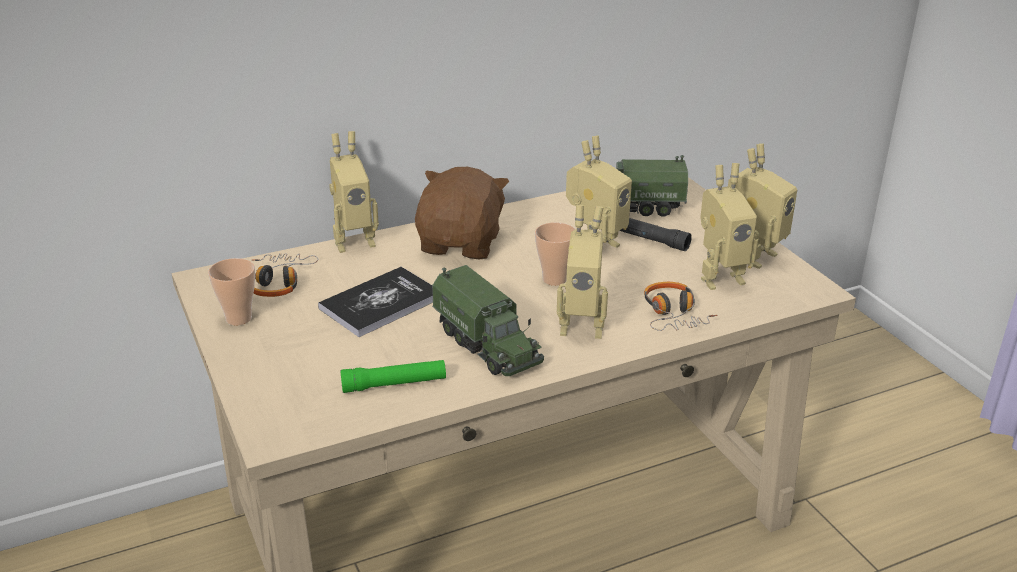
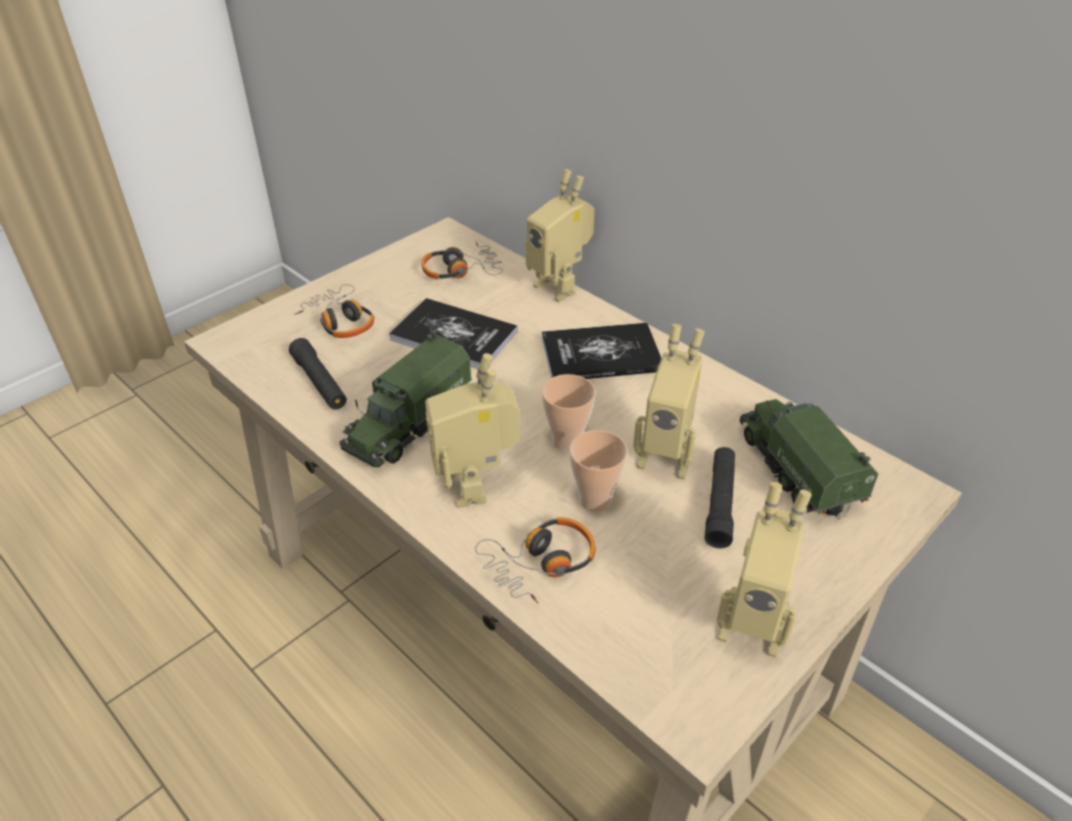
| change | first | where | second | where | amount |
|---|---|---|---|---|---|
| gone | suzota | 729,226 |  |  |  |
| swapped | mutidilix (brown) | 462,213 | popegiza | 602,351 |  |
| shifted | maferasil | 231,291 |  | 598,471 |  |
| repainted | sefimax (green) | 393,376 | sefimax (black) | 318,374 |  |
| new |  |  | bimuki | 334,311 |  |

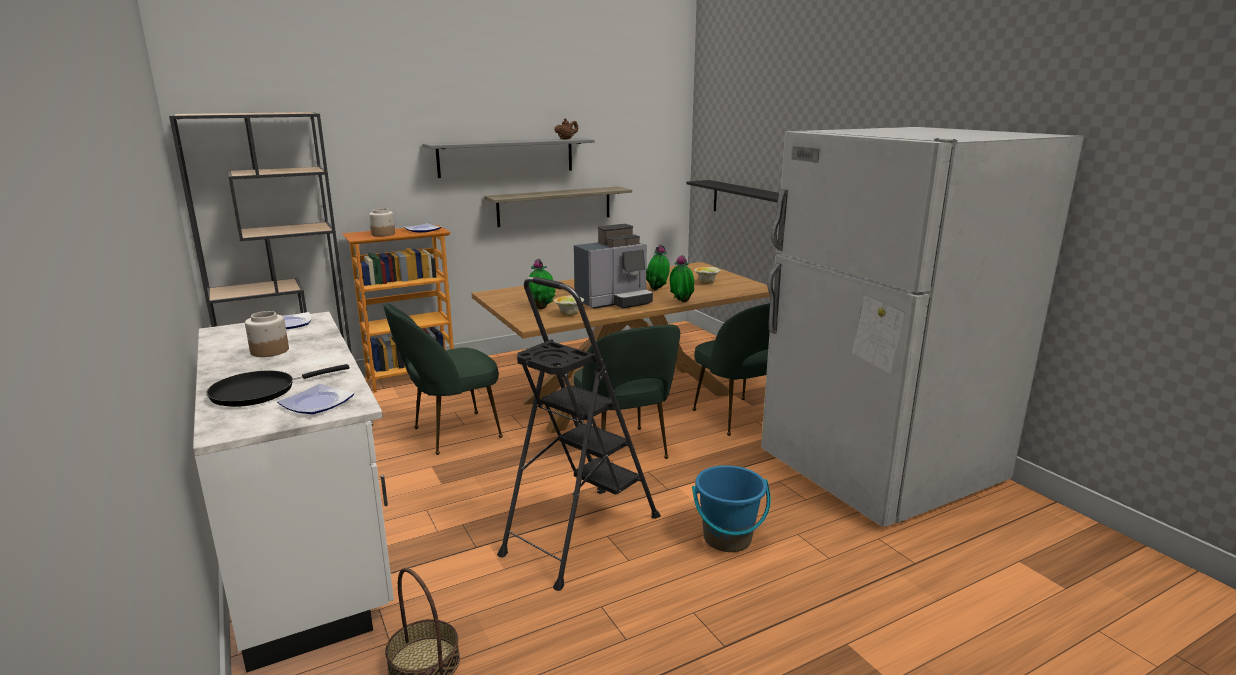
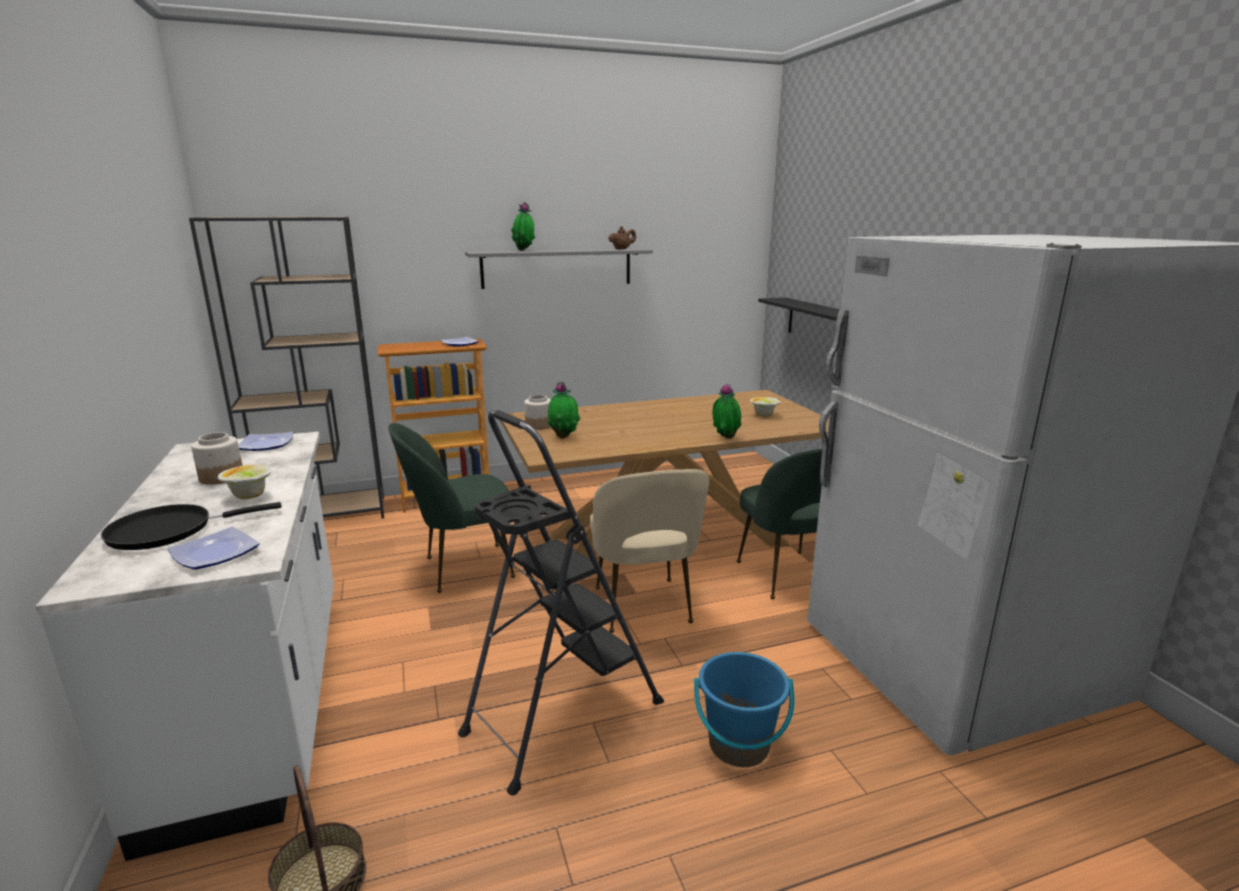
| change | first | where | second | where | amount |
|---|---|---|---|---|---|
| gone | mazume | 558,206 |  |  |  |
| shifted | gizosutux | 382,222 |  | 537,412 |  |
| gone | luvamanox | 613,266 |  |  |  |
| shifted | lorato | 658,267 |  | 523,226 |  |
| shifted | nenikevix | 569,305 |  | 245,481 |  |
| repainted | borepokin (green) | 627,391 | borepokin (beige) | 649,551 |  |

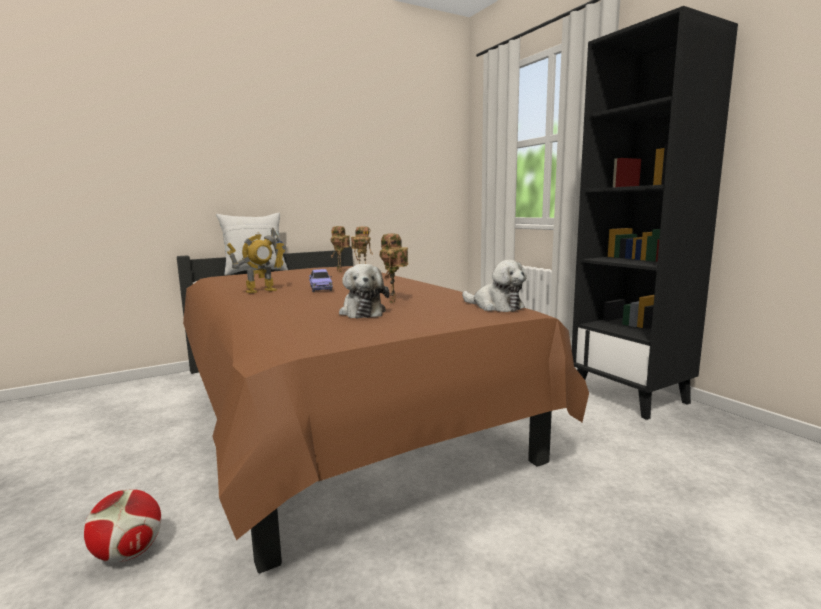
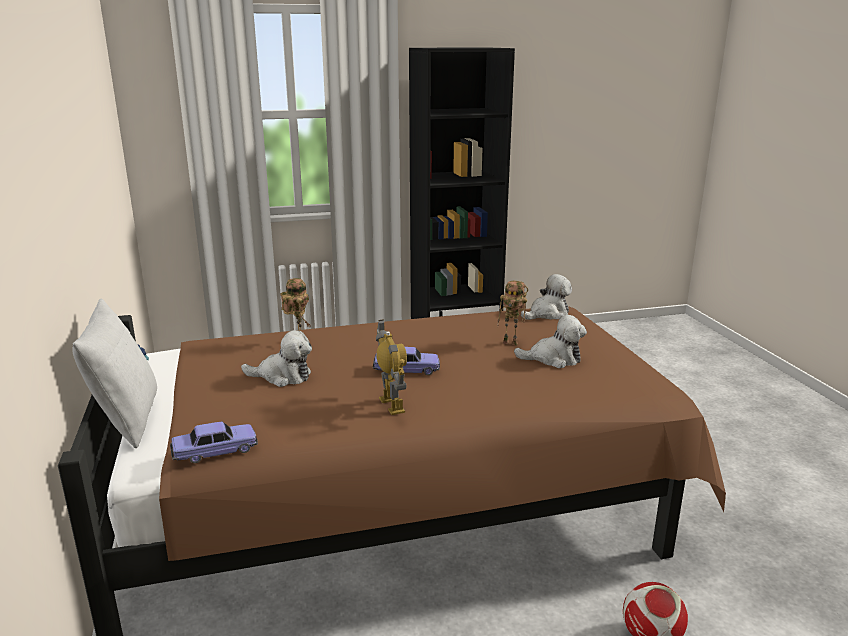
| change | first | where | second | where | amount |
|---|---|---|---|---|---|
| gone | suzota | 340,249 |  |  |  |
| new |  |  | mutidilix | 276,358 |  |
| new |  |  | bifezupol | 214,442 |  |

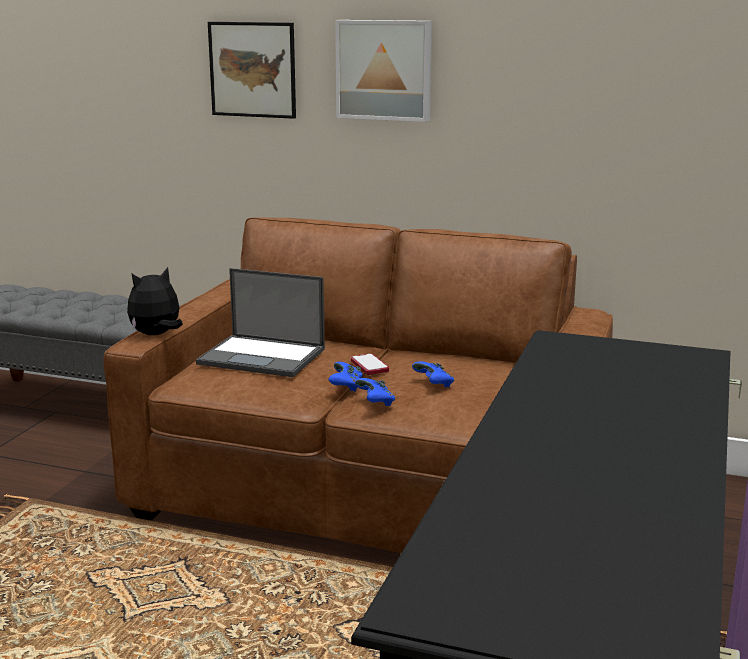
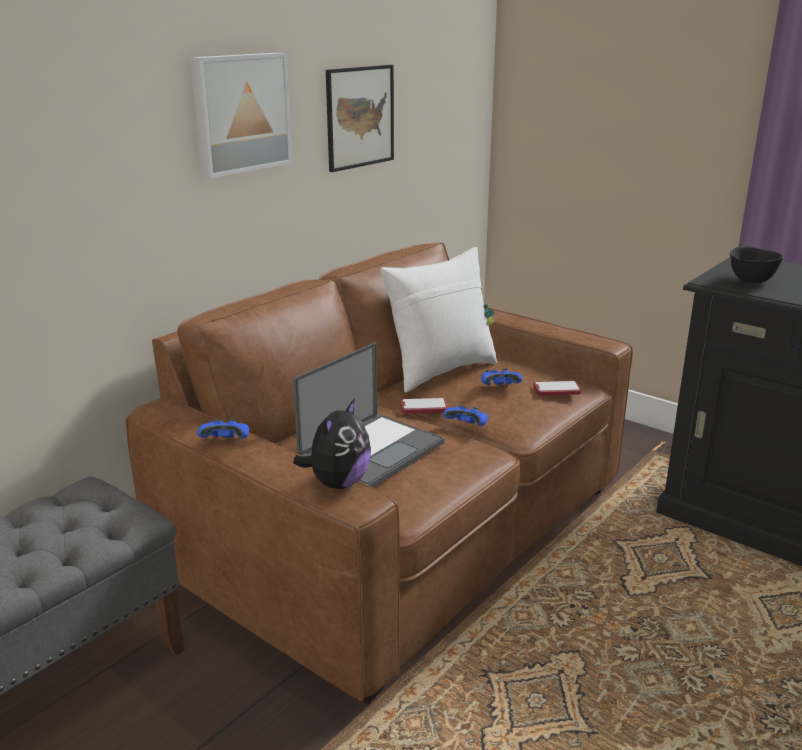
| change | first | where | second | where | amount |
|---|---|---|---|---|---|
| shifted | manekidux | 252,70 |  | 360,118 |  |
| rotated | mutidilix | 155,301 |  | 332,443 | 135 degrees counterclockwise |
| shifted | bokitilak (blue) | 375,392 |  | 223,429 |  |
| new |  |  | nenikevix (black) | 757,264 |  |
| new |  |  | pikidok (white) | 438,319 |  |
| new |  |  | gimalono | 557,388 |  |

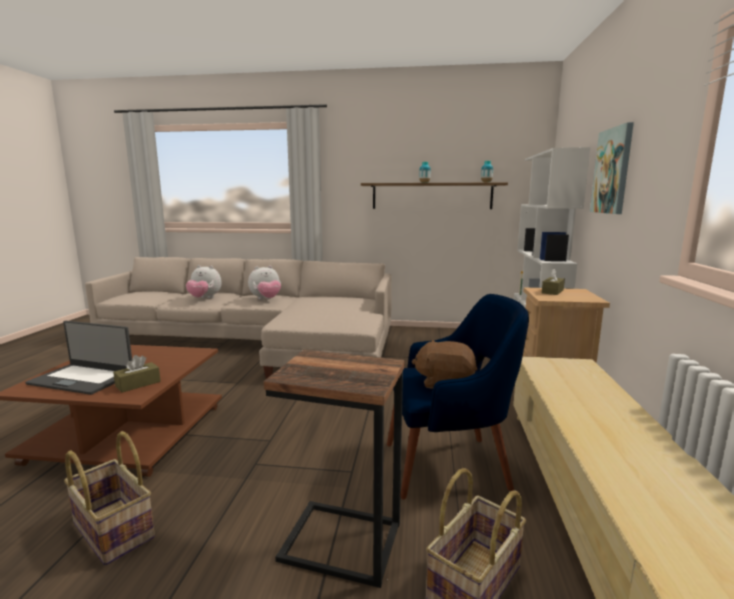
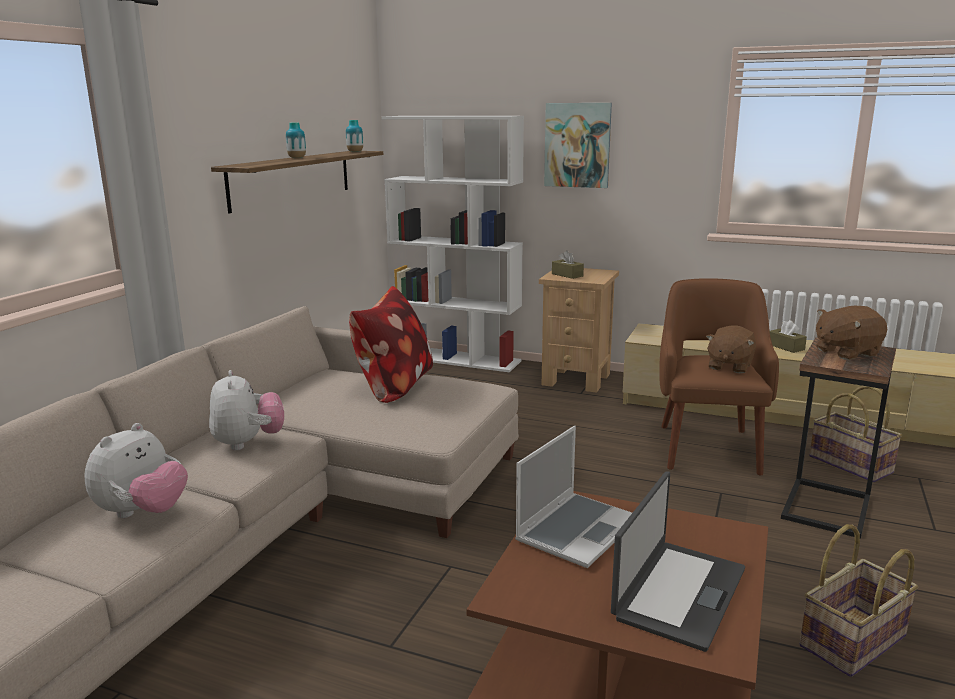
| change | first | where | second | where | amount |
|---|---|---|---|---|---|
| repainted | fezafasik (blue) | 458,396 | fezafasik (brown) | 719,376 |  |
| shifted | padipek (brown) | 137,374 |  | 788,336 |  |
| new |  |  | pikidok | 391,344 |  |
| new |  |  | mutidilix (brown) | 851,333 |  |
| new |  |  | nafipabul | 573,497 |  |

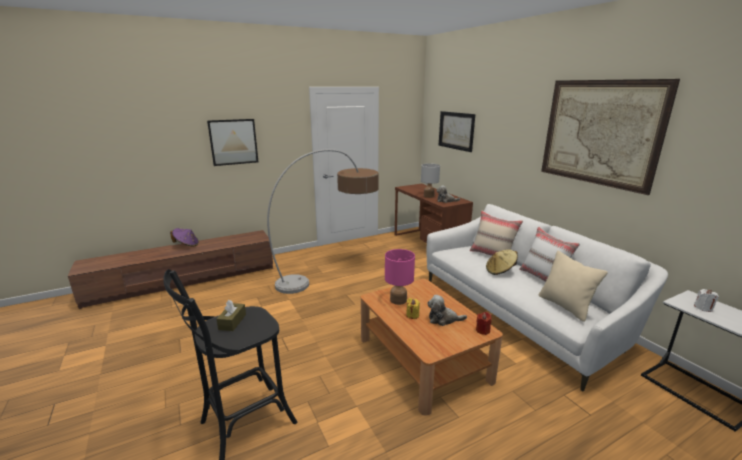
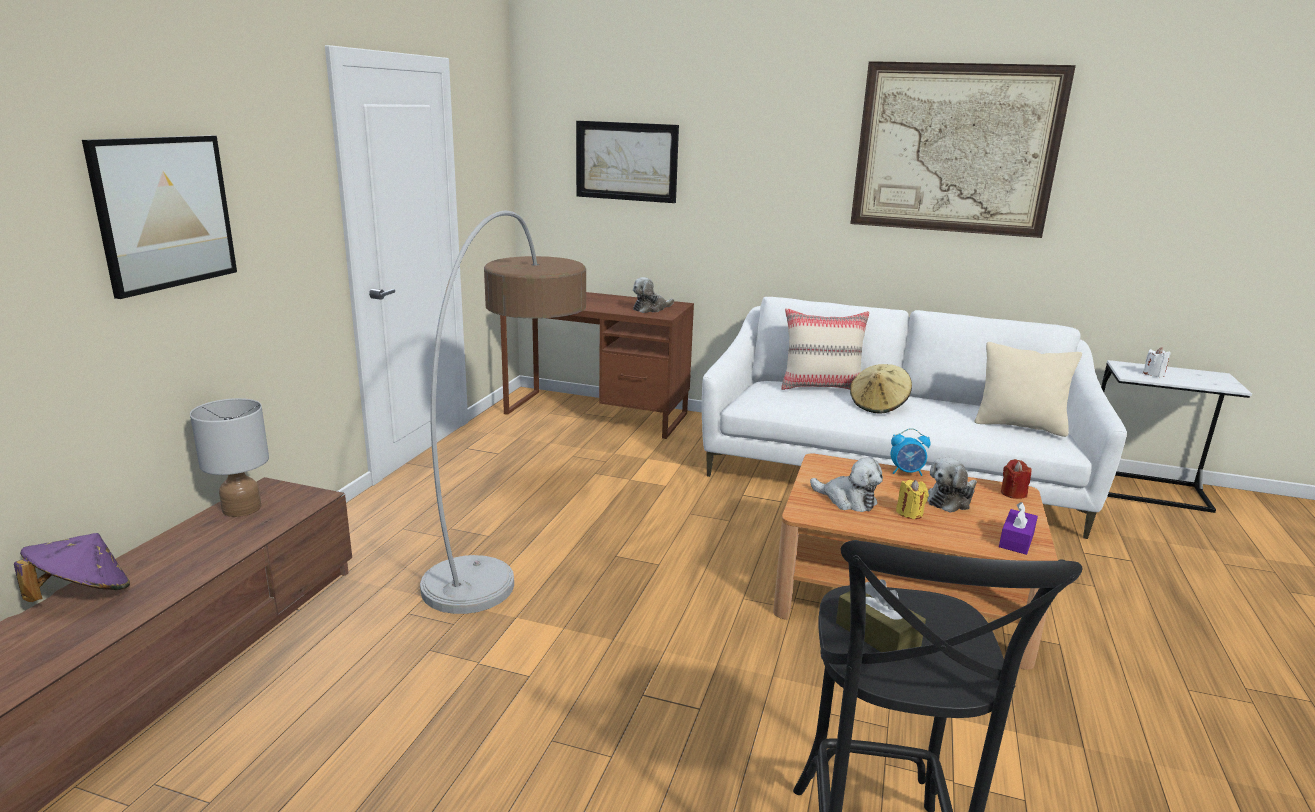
| change | first | where | second | where | amount |
|---|---|---|---|---|---|
| shifted | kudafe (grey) | 430,180 |  | 229,457 |  |
| gone | pikidok (white) | 549,254 |  |  |  |
| swapped | kudafe (pink) | 400,277 | mutidilix | 846,484 |  |
| new |  |  | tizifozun | 911,452 |  |
| new |  |  | padipek (purple) | 1018,528 |  |

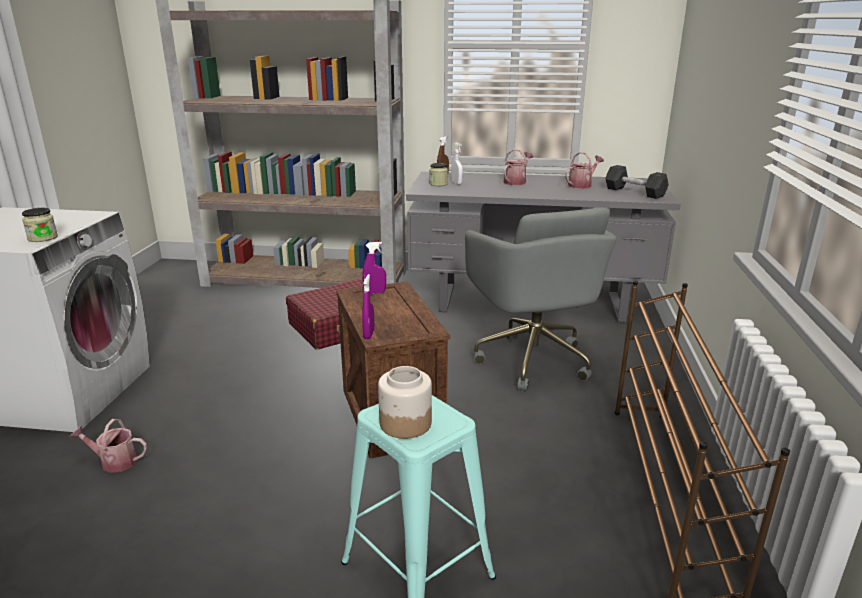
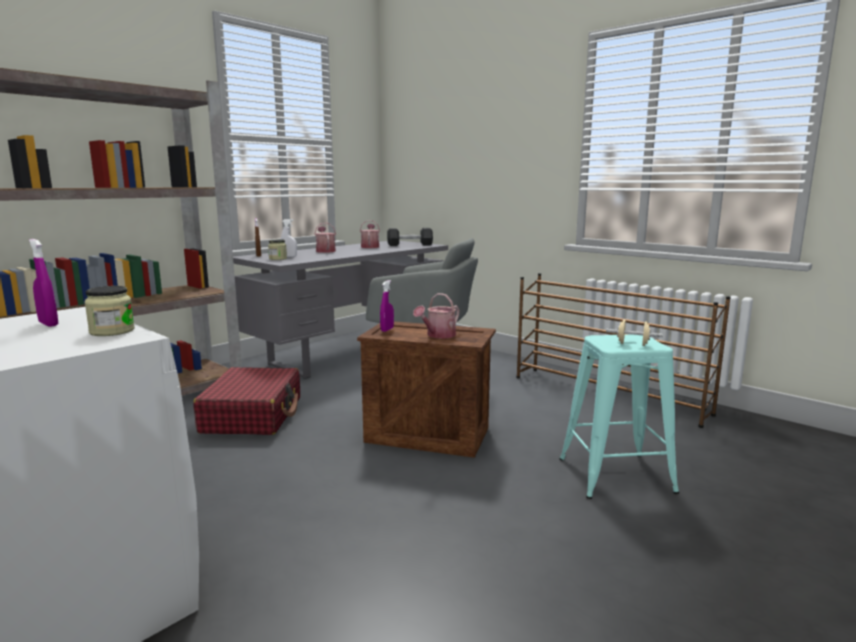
| change | first | where | second | where | amount |
|---|---|---|---|---|---|
| shifted | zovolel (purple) | 368,306 |  | 43,283 |  |
| swapped | gizosutux | 405,402 | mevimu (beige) | 634,333 |  |
| shifted | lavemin | 108,446 |  | 436,315 |  |

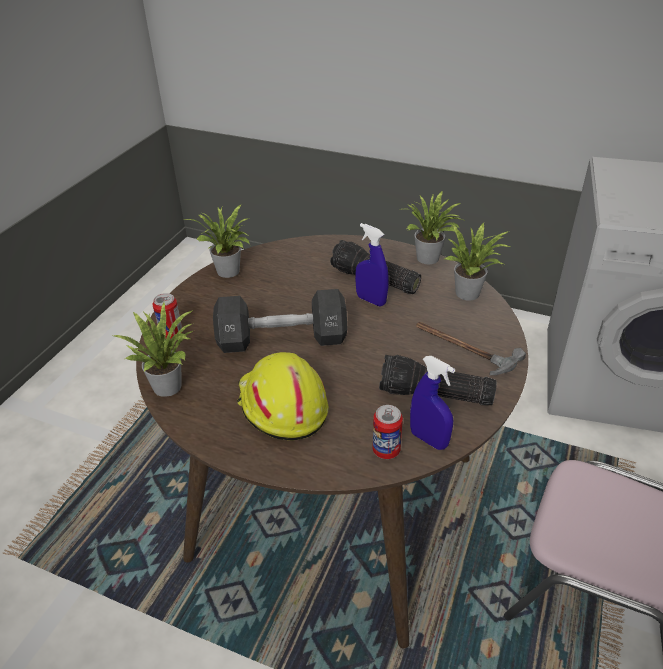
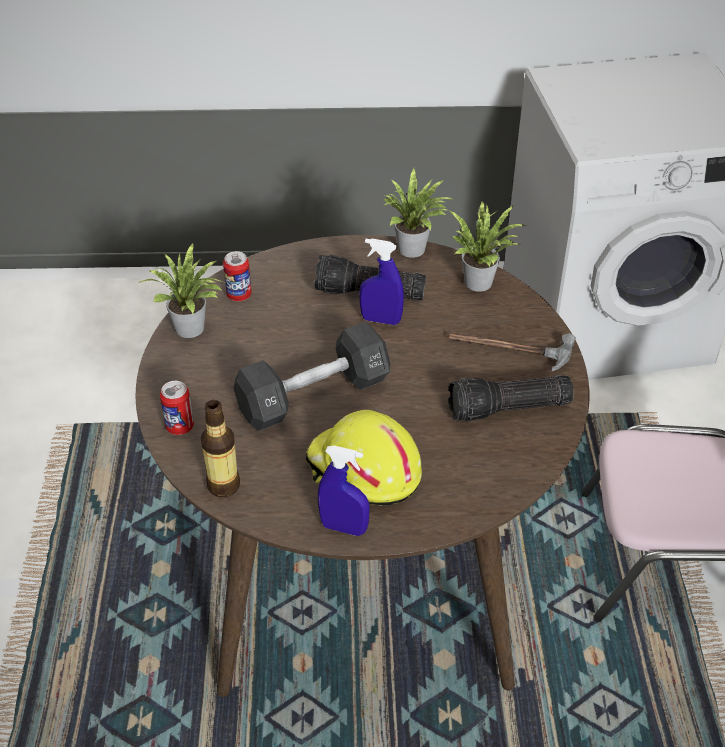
| change | first | where | second | where | amount |
|---|---|---|---|---|---|
| swapped | lorato | 153,349 | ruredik | 220,448 |  |
| shifted | zovolel (blue) | 432,403 |  | 344,490 |  |
| shifted | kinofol | 387,432 |  | 237,276 |  |

